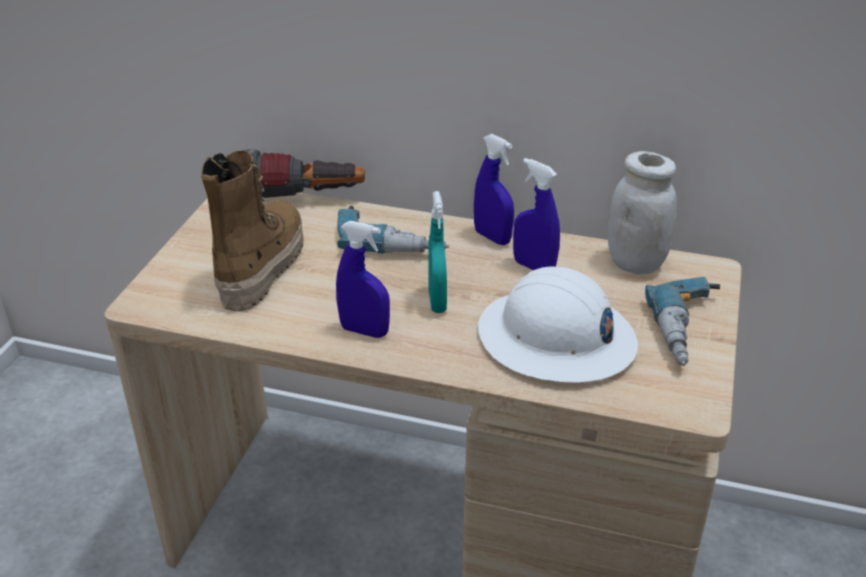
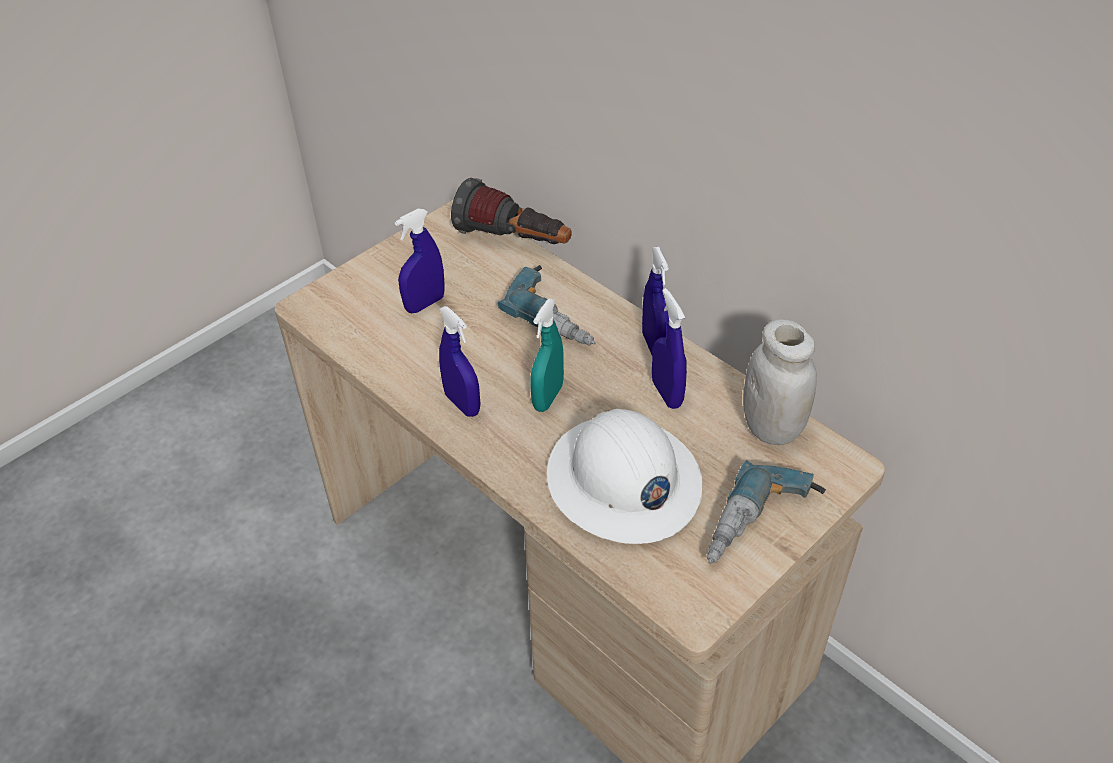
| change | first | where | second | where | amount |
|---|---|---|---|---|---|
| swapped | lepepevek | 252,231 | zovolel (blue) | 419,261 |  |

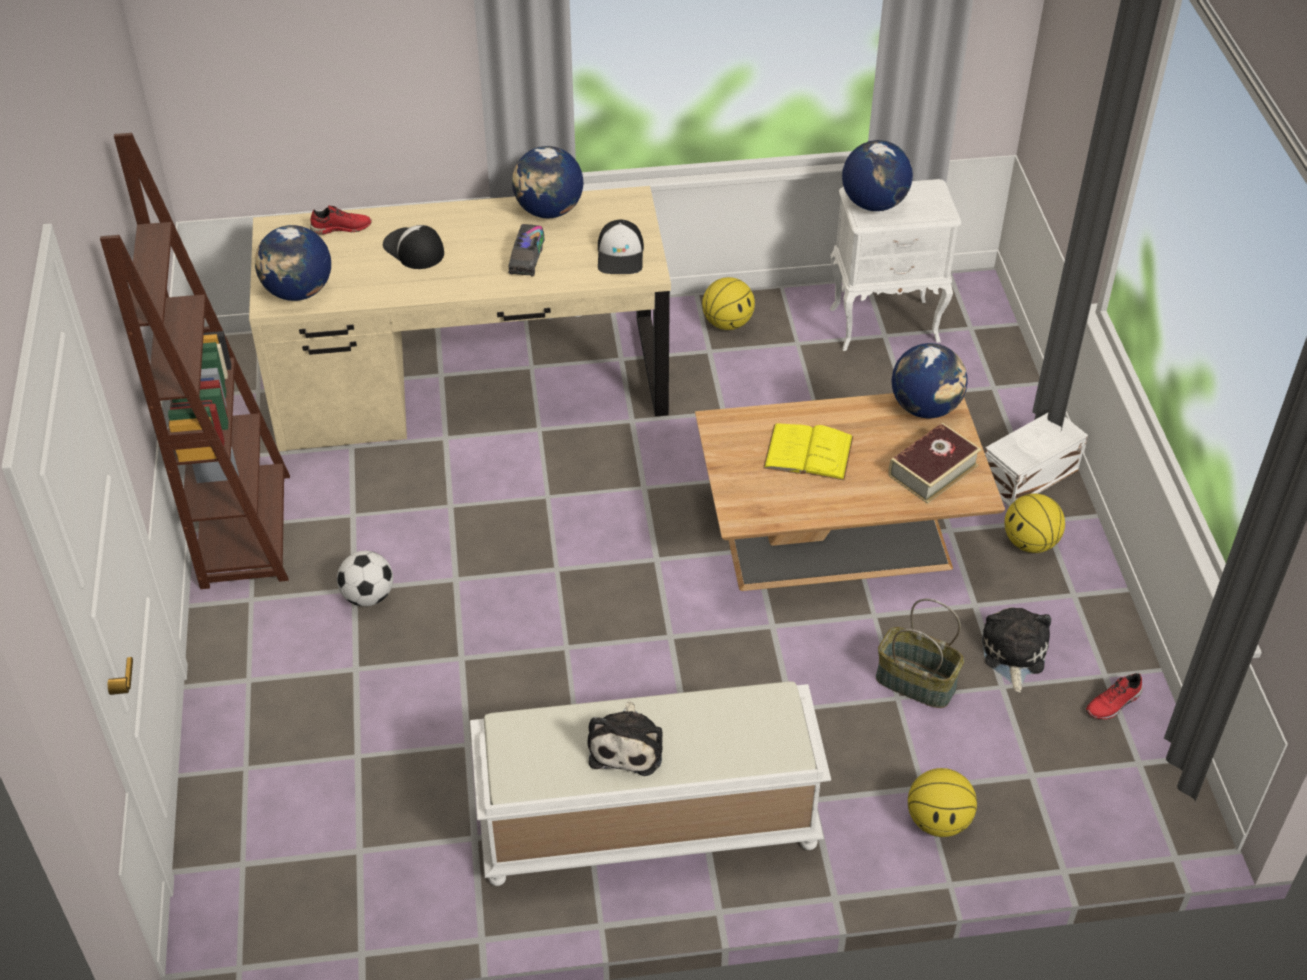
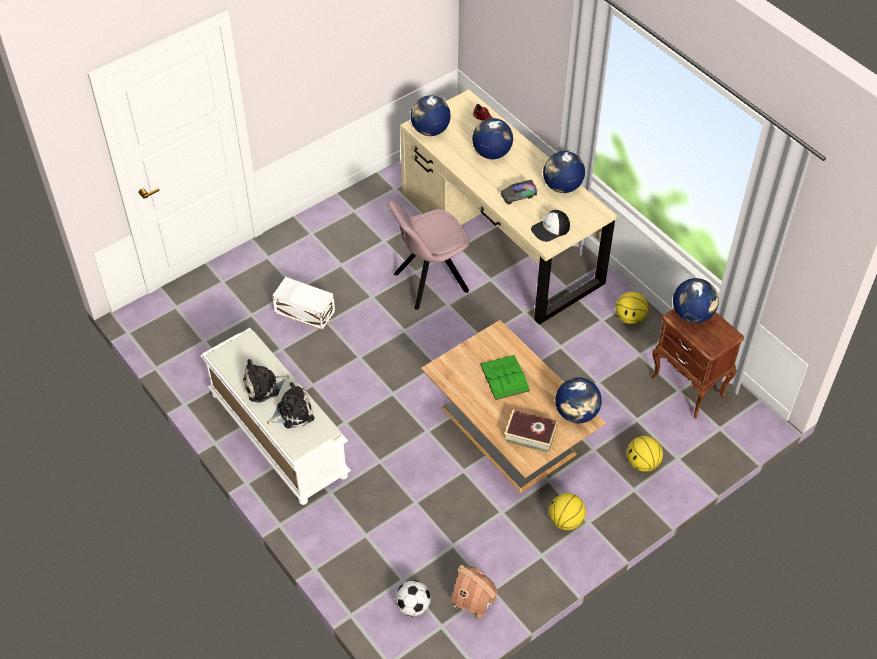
| change | first | where | second | where | amount |
|---|---|---|---|---|---|
| gone | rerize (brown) | 195,361 |  |  |  |
| repainted | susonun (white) | 895,265 | susonun (brown) | 697,364 |  |
| swapped | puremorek | 413,247 | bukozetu | 492,138 |  |
| shifted | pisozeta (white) | 1036,459 |  | 303,303 |  |
| repainted | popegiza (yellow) | 808,451 | popegiza (green) | 505,377 |  |
| shifted | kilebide | 365,578 |  | 413,598 |  |
| gone | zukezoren | 920,653 |  |  |  |
| shifted | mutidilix | 1016,650 |  | 290,405 |  |
| swapped | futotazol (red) | 1114,696 | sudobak | 474,592 |  |
| shifted | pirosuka | 942,802 |  | 645,454 |  |
| new |  |  | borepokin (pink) | 428,255 |  |

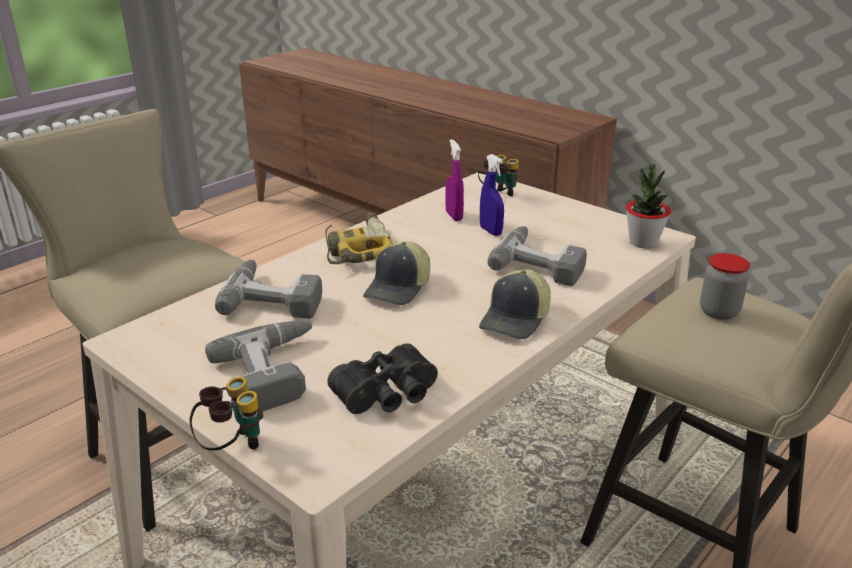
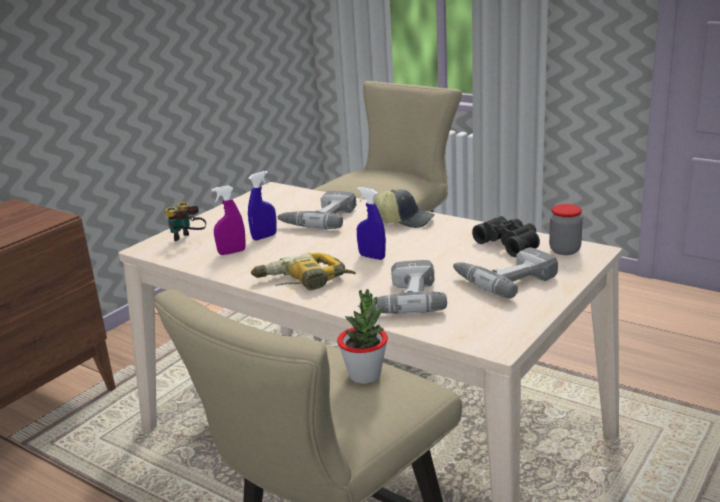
| change | first | where | second | where | amount |
|---|---|---|---|---|---|
| shifted | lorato | 648,206 |  | 362,336 |  |
| swapped | puremorek | 396,273 | zovolel (blue) | 371,223 |  |
| shifted | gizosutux | 725,286 |  | 566,229 |  |
| gone | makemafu | 226,414 |  |  |  |

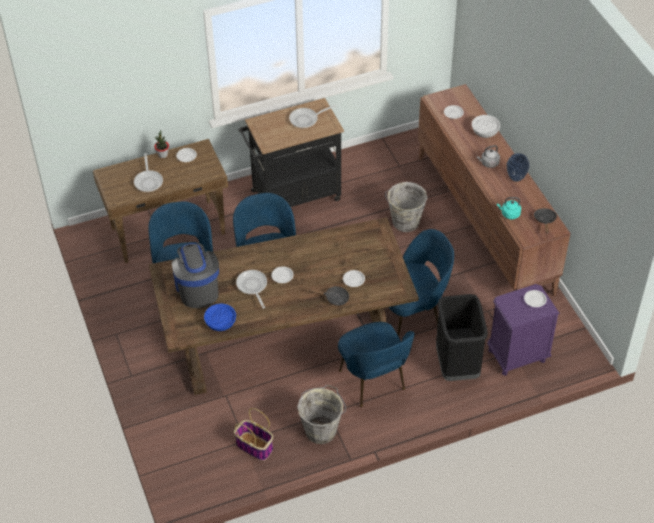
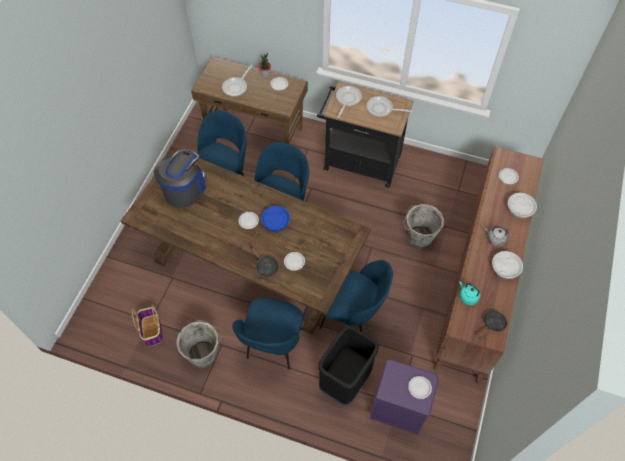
| change | first | where | second | where | amount |
|---|---|---|---|---|---|
| swapped | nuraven | 518,167 | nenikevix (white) | 507,265 |  |
| shifted | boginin | 251,289 |  | 349,102 |  |
| shifted | nenikevix (blue) | 220,317 |  | 275,219 |  |

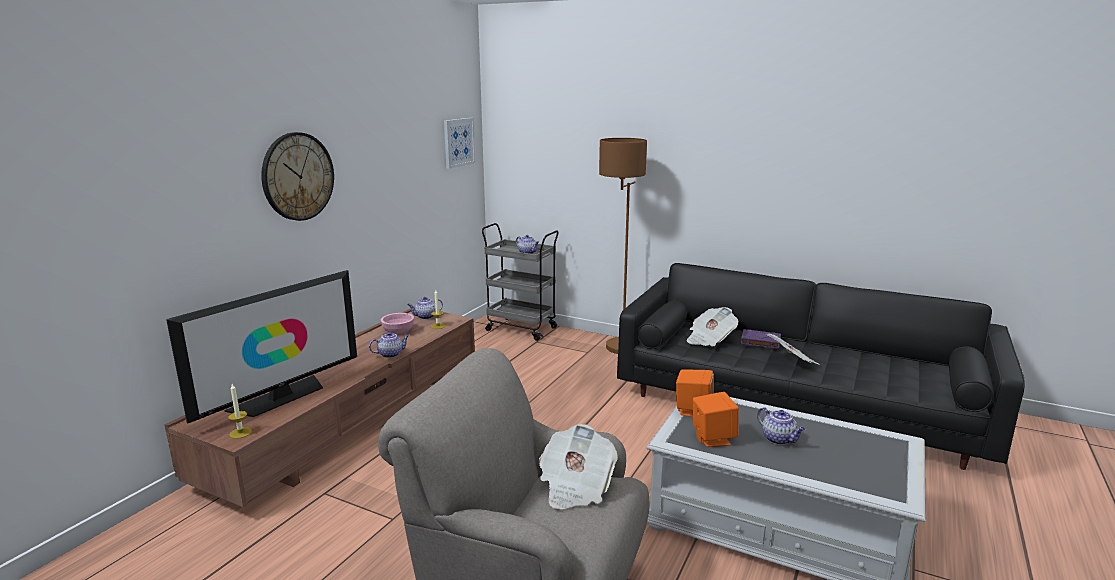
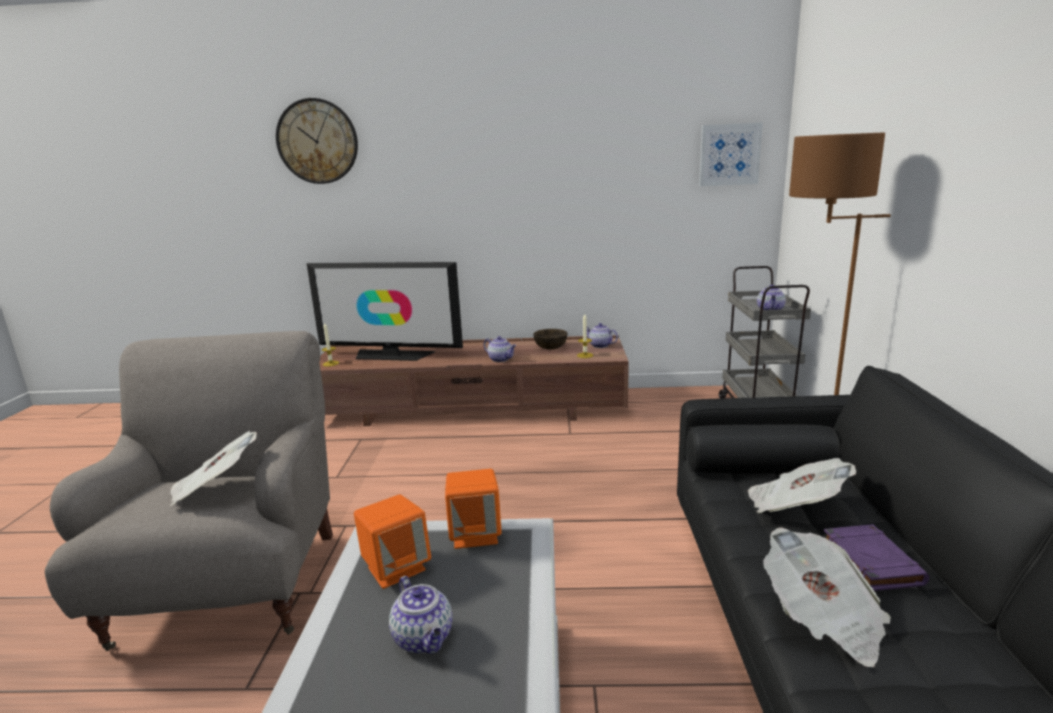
| change | first | where | second | where | amount |
|---|---|---|---|---|---|
| shifted | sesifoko | 297,176 |  | 317,141 |  |
| repainted | nenikevix (pink) | 397,323 | nenikevix (brown) | 550,339 |  |
| rotated | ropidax | 781,426 |  | 420,615 | 60 degrees counterclockwise |

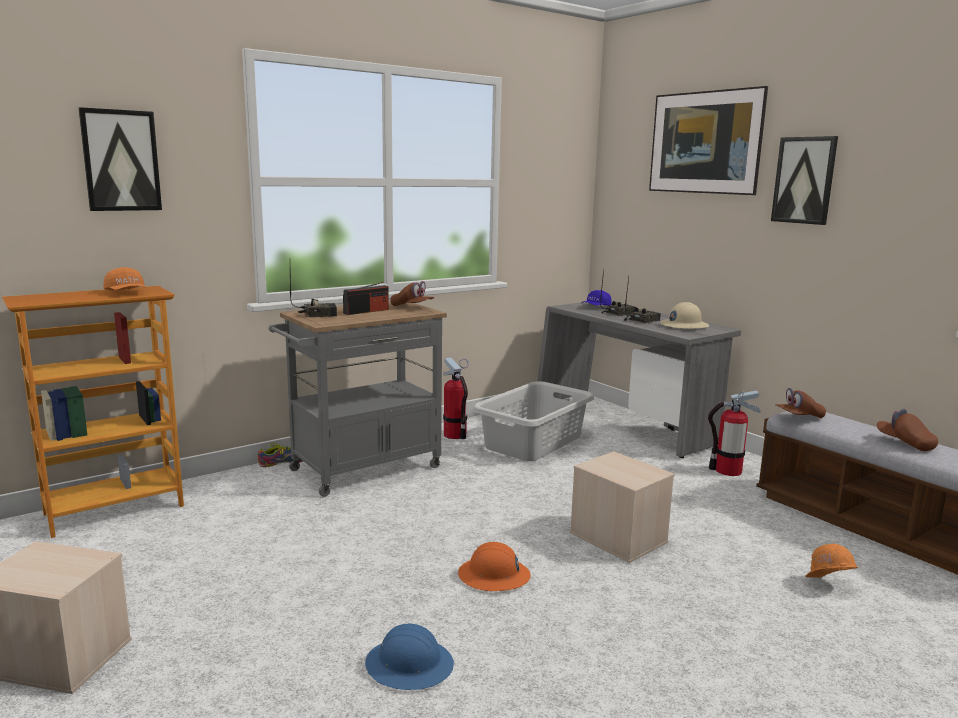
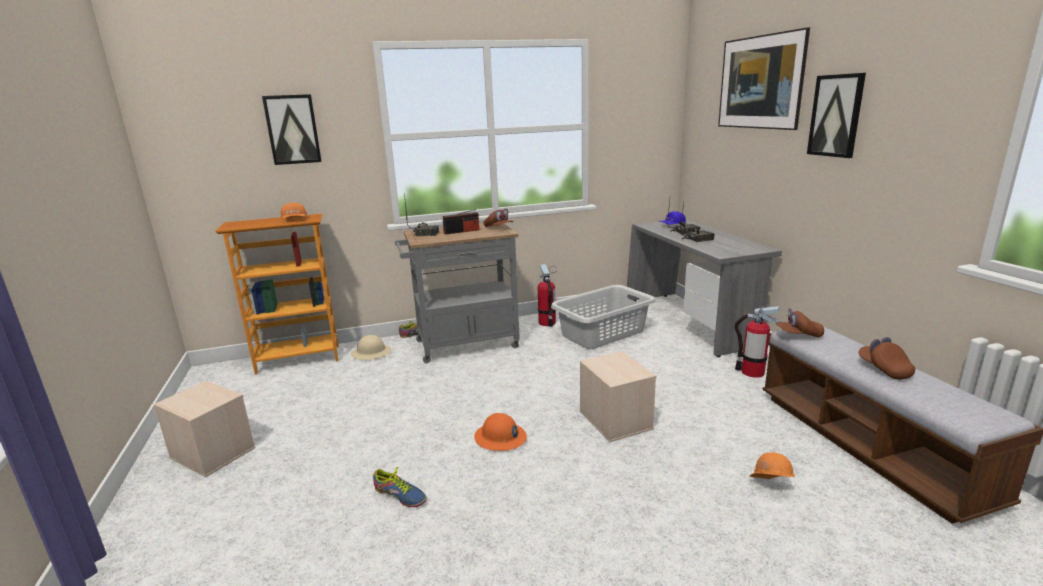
| change | first | where | second | where | amount |
|---|---|---|---|---|---|
| shifted | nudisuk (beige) | 684,316 |  | 371,347 |  |
| swapped | nudisuk (blue) | 409,657 | futotazol | 398,487 |  |

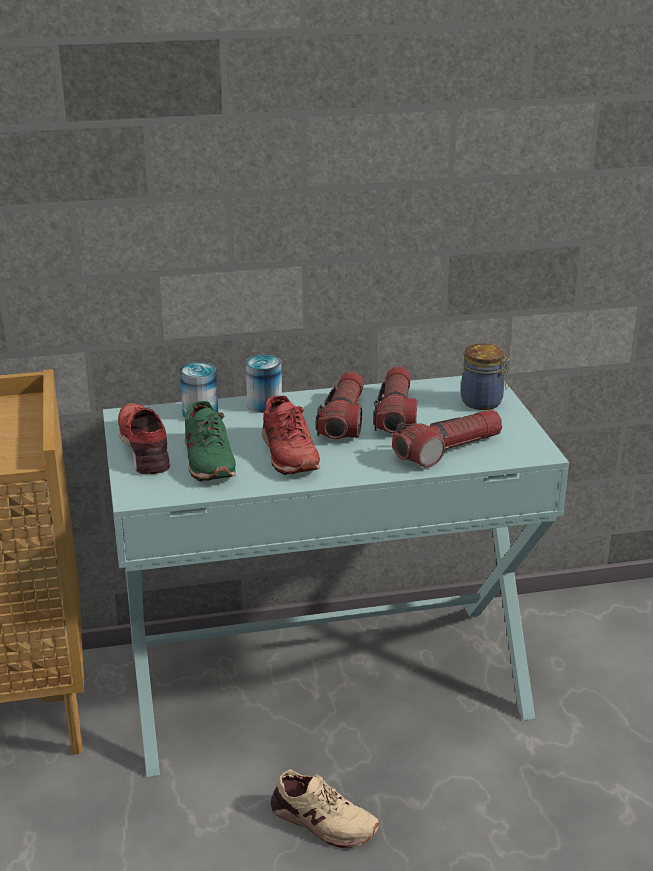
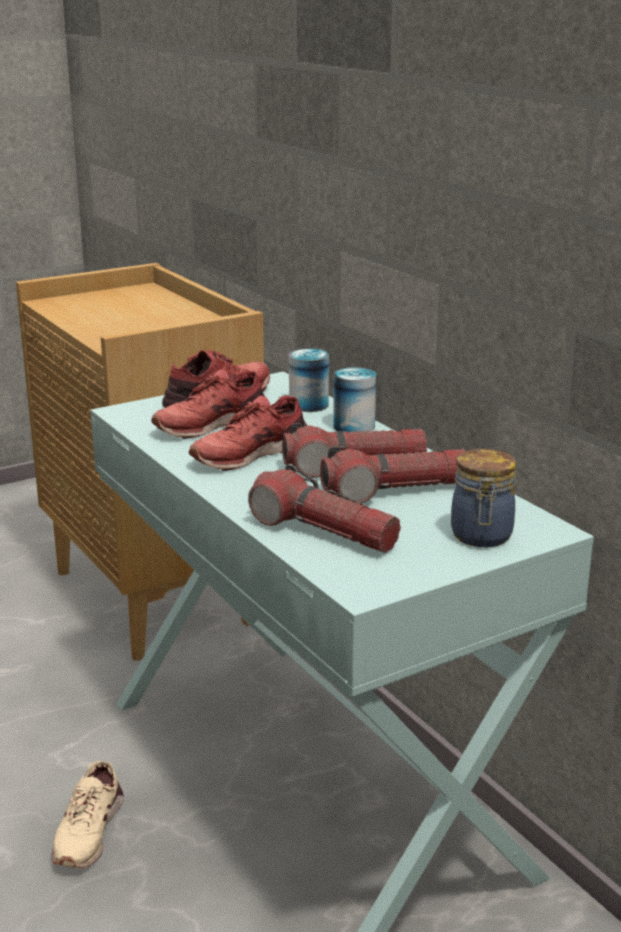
| change | first | where | second | where | amount |
|---|---|---|---|---|---|
| repainted | futotazol (green) | 210,441 | futotazol (red) | 208,404 |  |

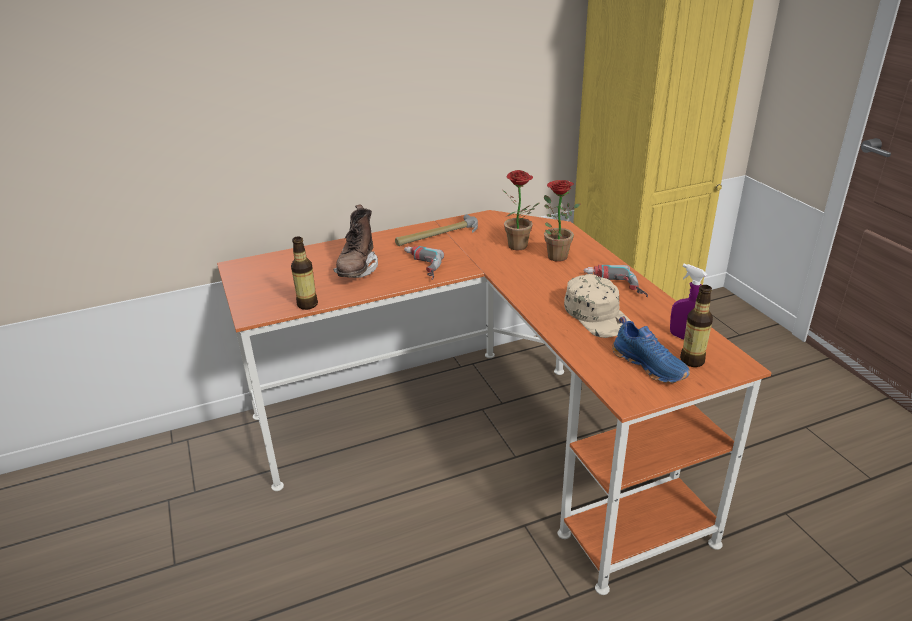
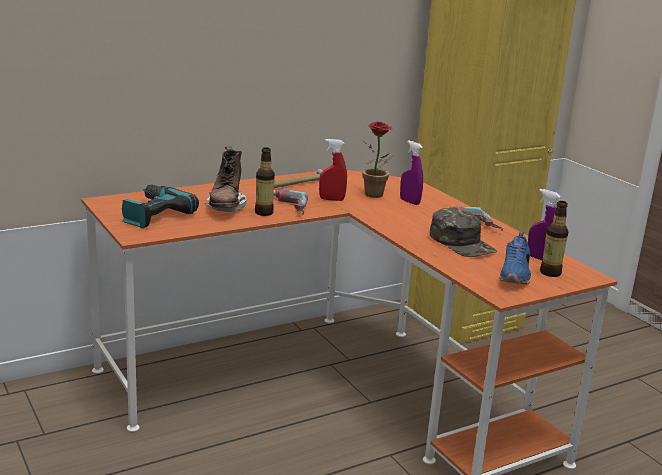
| change | first | where | second | where | amount |
|---|---|---|---|---|---|
| swapped | lorato | 562,221 | zovolel (purple) | 411,172 |  |
| shifted | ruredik | 304,273 |  | 265,181 |  |
| repainted | puremorek (beige) | 599,306 | puremorek (green) | 463,232 |  |
| rotated | futotazol (blue) | 651,349 |  | 515,257 | 60 degrees clockwise |
| new |  |  | zovolel (red) | 333,170 |  |
| new |  |  | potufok | 160,206 |  |

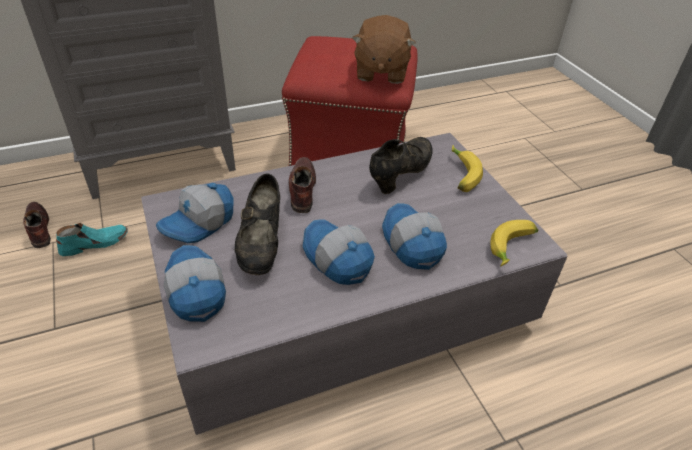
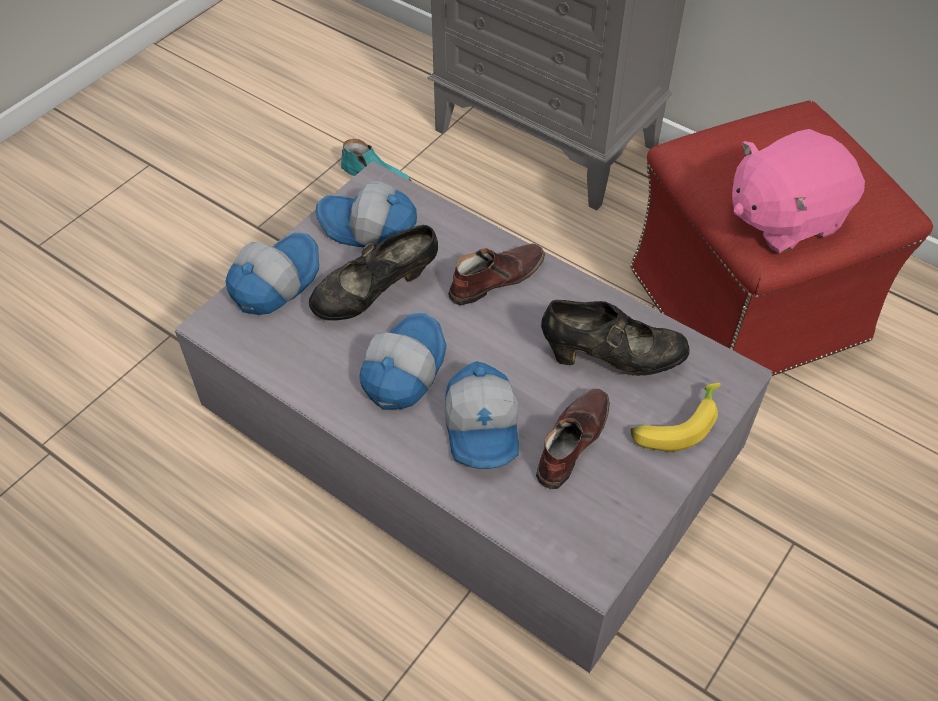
| change | first | where | second | where | amount |
|---|---|---|---|---|---|
| repainted | mutidilix (brown) | 384,49 | mutidilix (pink) | 798,191 |  |
| shifted | futotazol (brown) | 37,225 |  | 573,438 |  |
| rotated | puremorek | 414,236 |  | 482,415 | 135 degrees clockwise |
| gone | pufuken | 514,243 |  |  |  |

